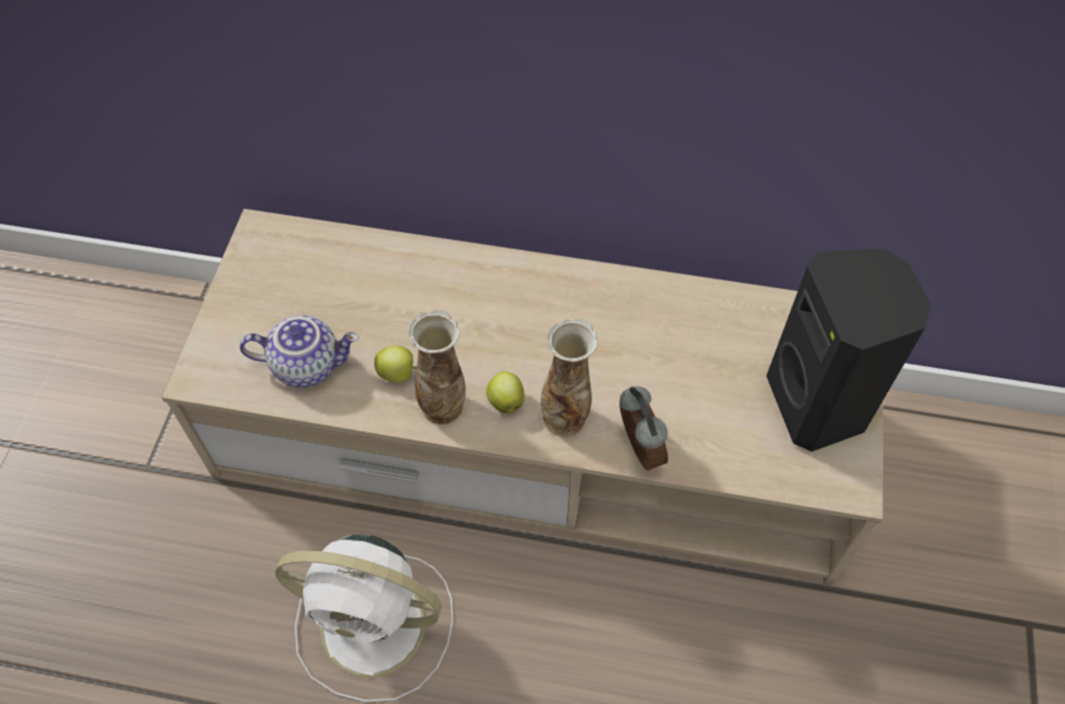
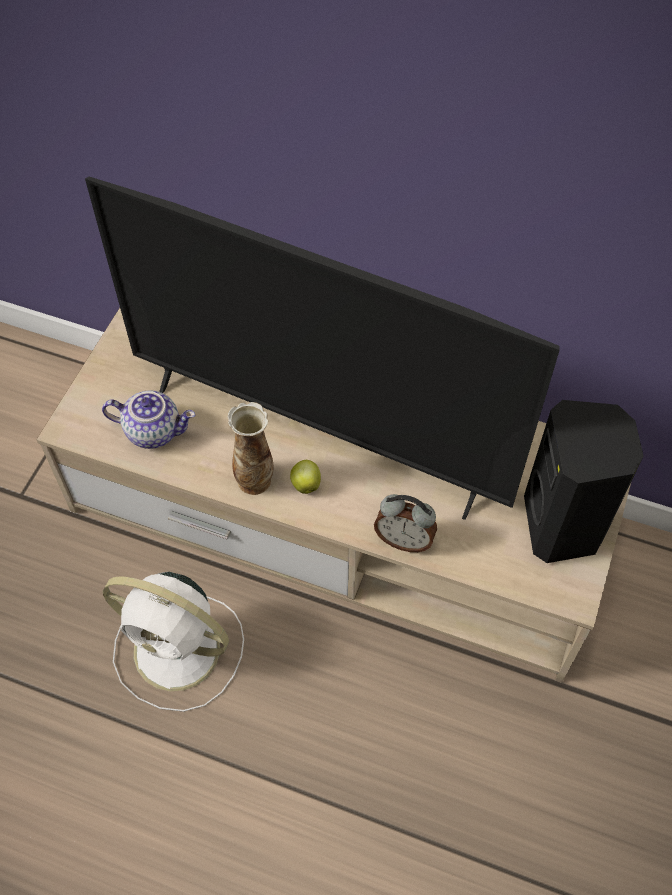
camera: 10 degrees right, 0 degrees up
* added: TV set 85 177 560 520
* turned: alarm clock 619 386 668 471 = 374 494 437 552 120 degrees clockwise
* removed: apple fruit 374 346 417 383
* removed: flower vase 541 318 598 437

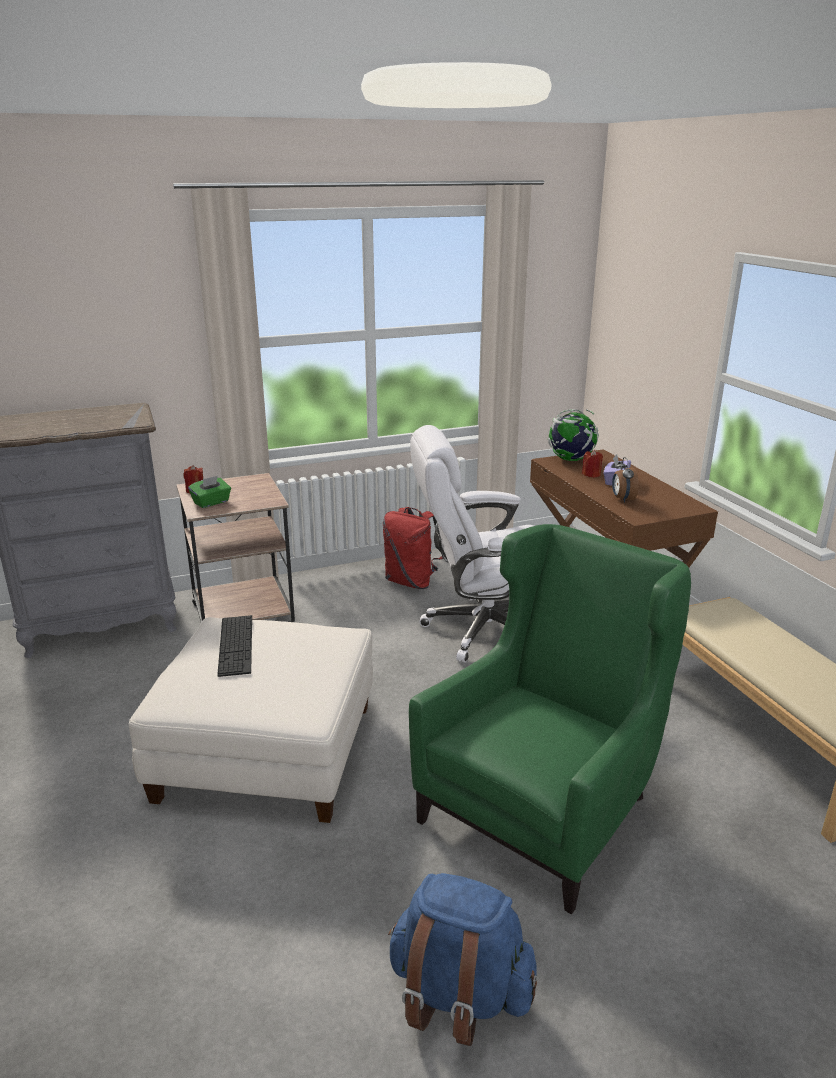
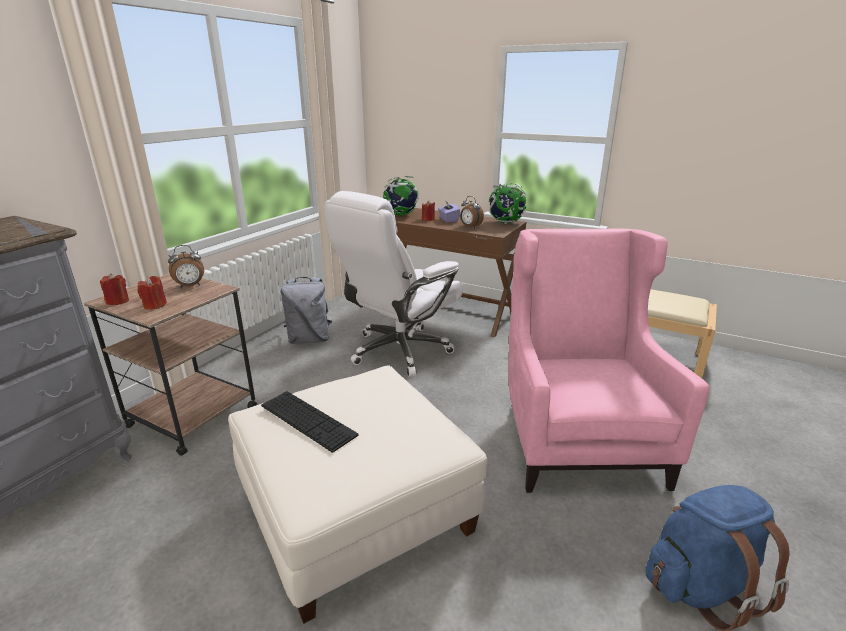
camera: 40 degrees left, 0 degrees up
* replaced: green-coloured tissue box 188 476 231 508 to red-coloured wax light 138 276 167 310
* added: alarm clock 168 245 204 288
* recoloured: red-coloured rucksack 383 507 444 589 to grey rucksack 281 277 332 344
* added: world globe 489 183 527 224
* recoloured: green-coloured armchair 409 524 691 914 to pink-coloured armchair 508 229 709 493

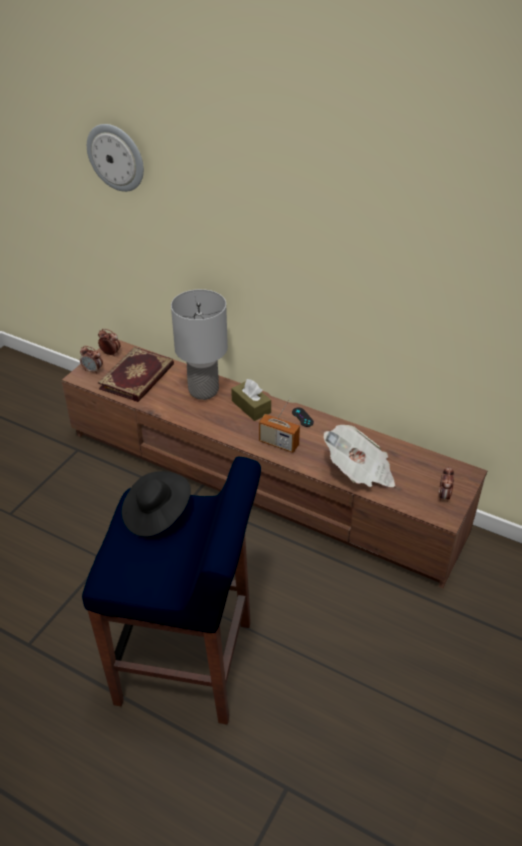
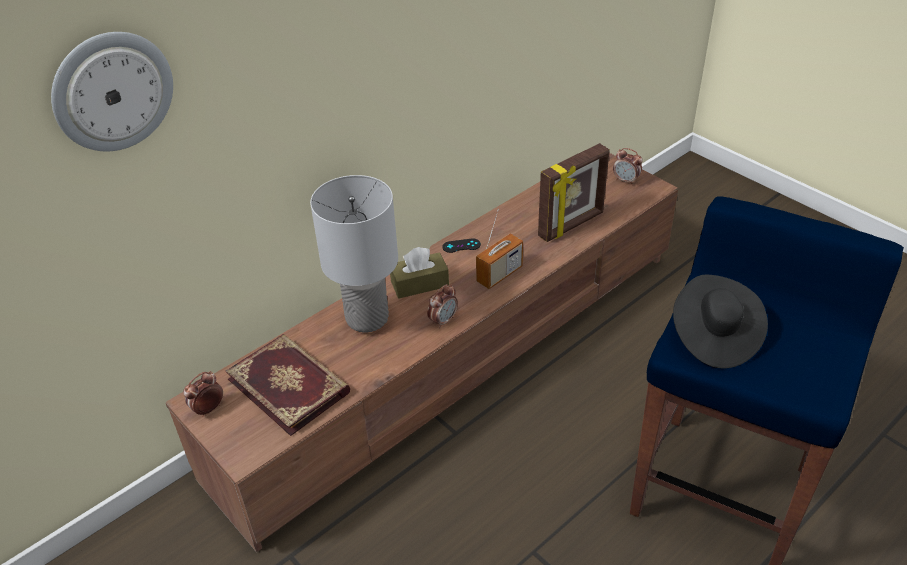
camera: 70 degrees left, 0 degrees up
* moved: alarm clock 80 346 103 374 to 427 284 458 329
* replaced: newspaper 324 425 395 487 to picture frame 538 143 610 242

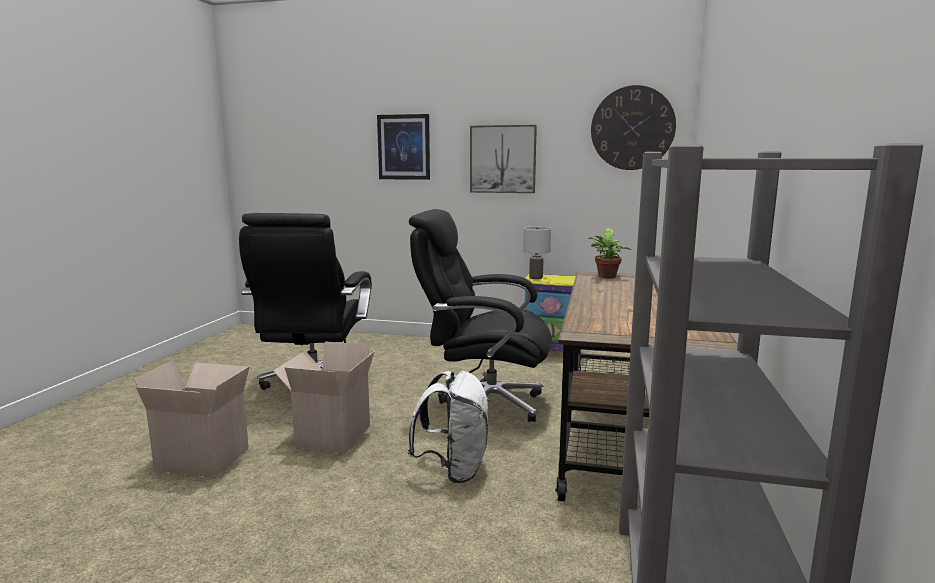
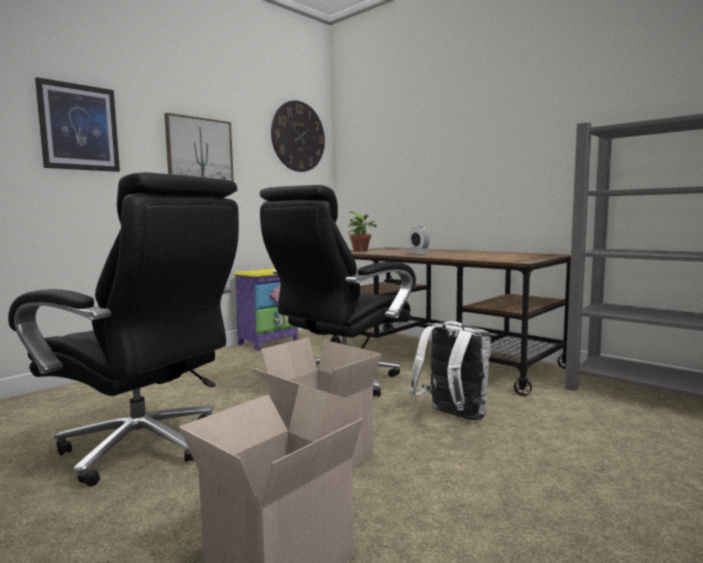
camera: 60 degrees left, 5 degrees down
* added: alarm clock 408 226 430 254
* removed: white-coloured tabletop lamp 523 227 551 279

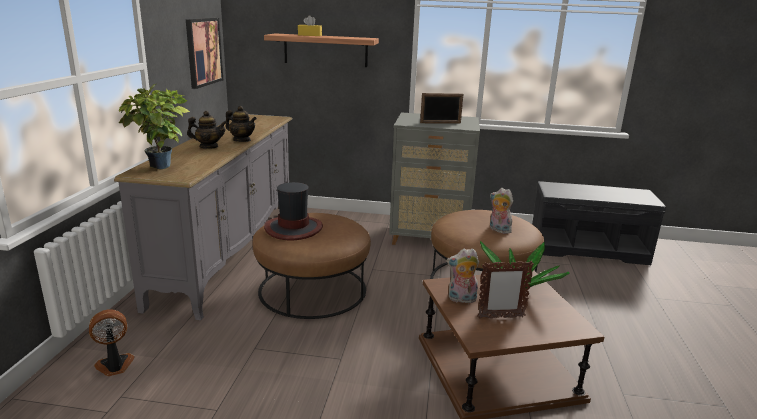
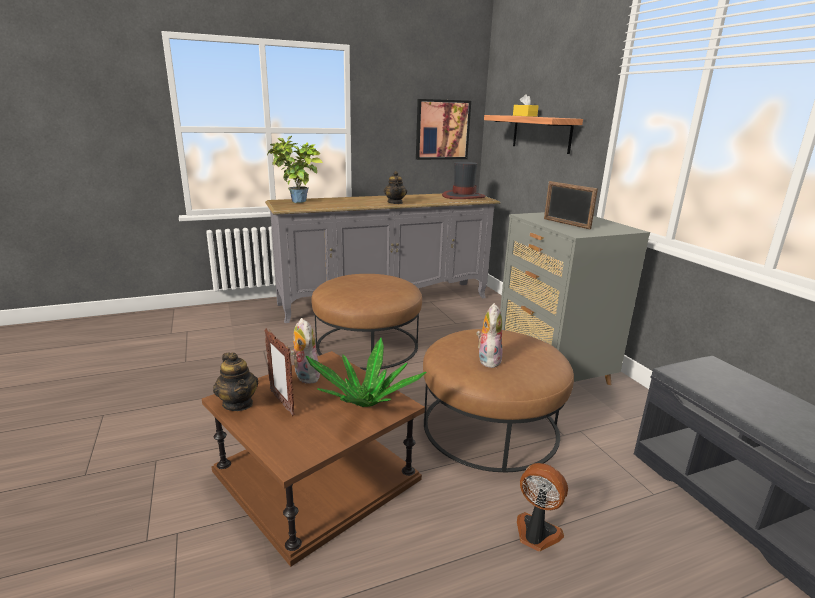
camera: 60 degrees right, 0 degrees up
* moved: pot for tea 187 111 227 149 to 213 352 258 411
* moved: clothing hat 264 182 323 240 to 442 162 485 199
* moved: fan 89 309 135 376 to 517 463 568 551

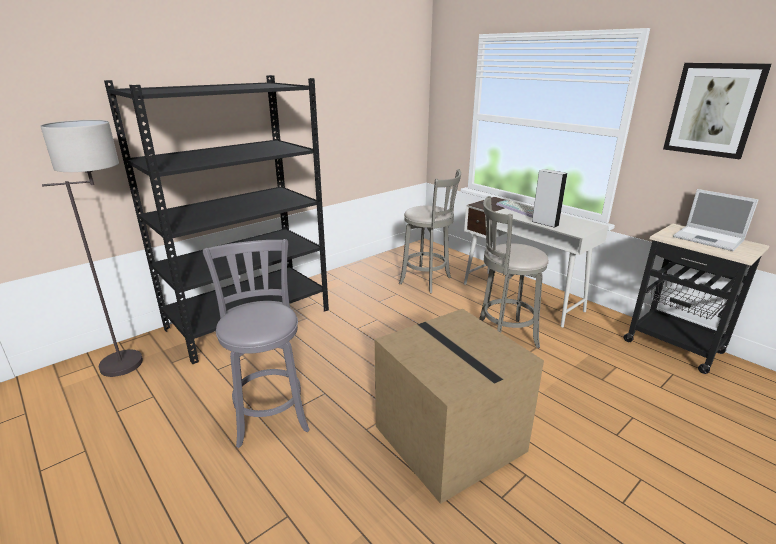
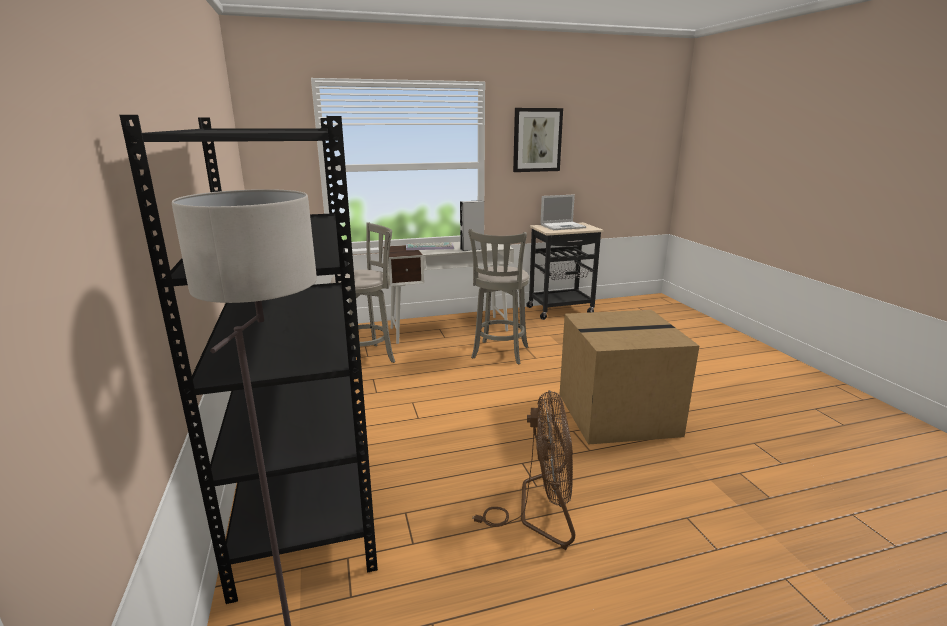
camera: 65 degrees left, 5 degrees down
* replaced: grey stool seat 203 239 310 448 to brownish fan 472 390 575 550

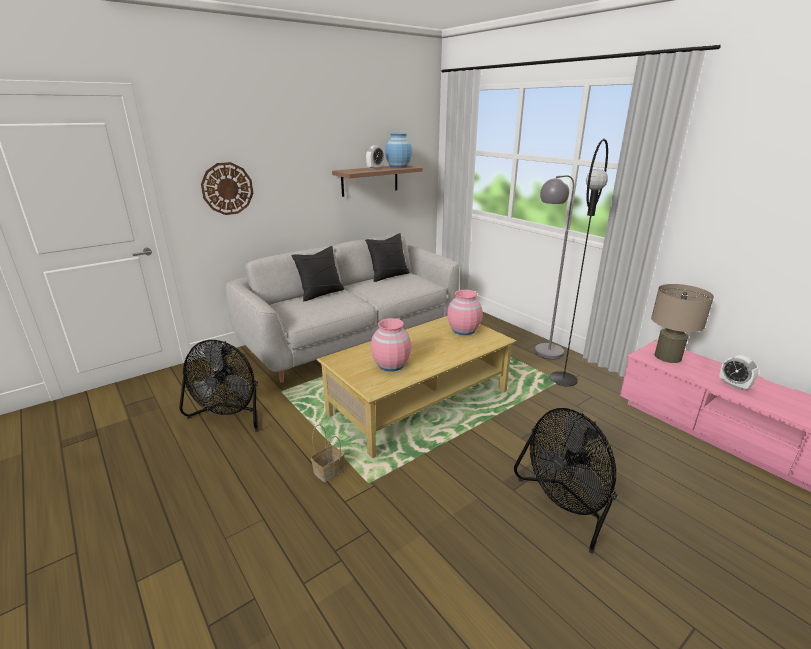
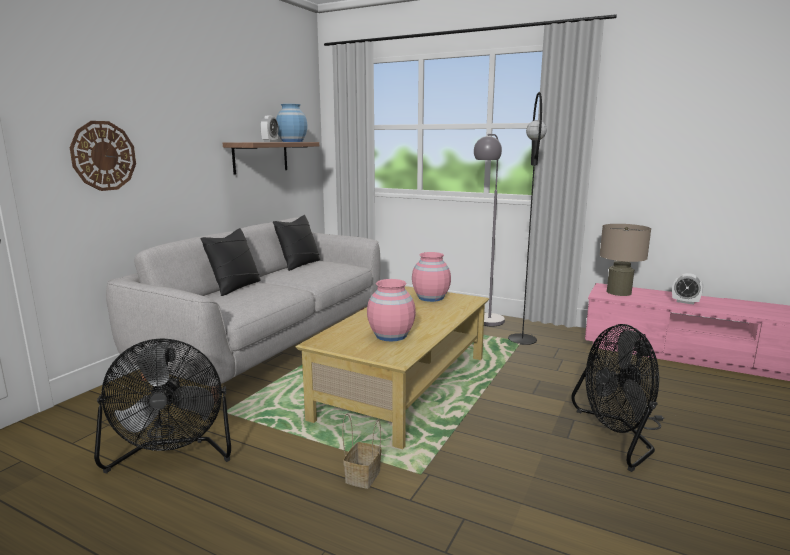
camera: 25 degrees left, 10 degrees down
* turned: black fan 514 408 618 554 = 572 324 665 472 45 degrees clockwise

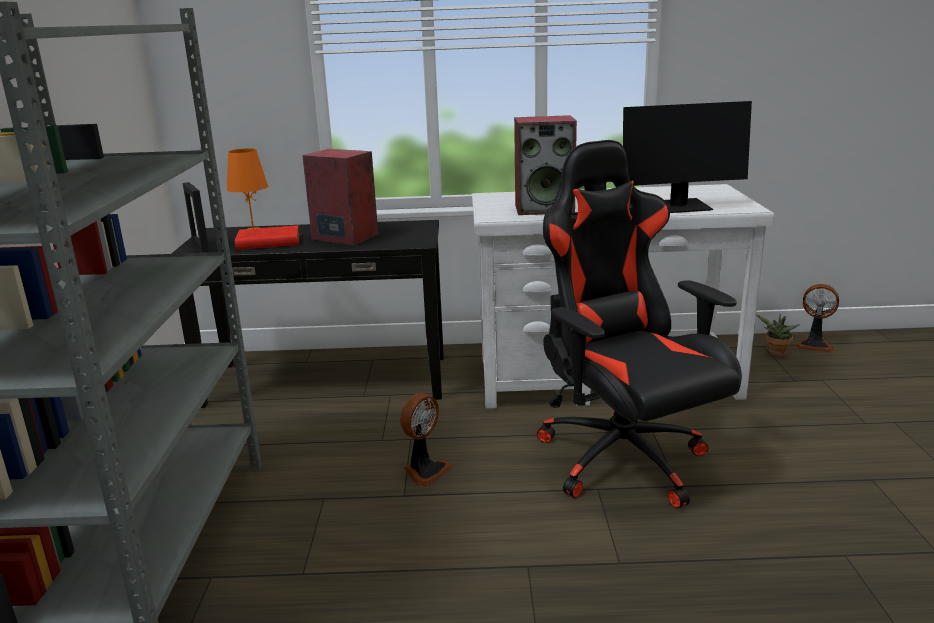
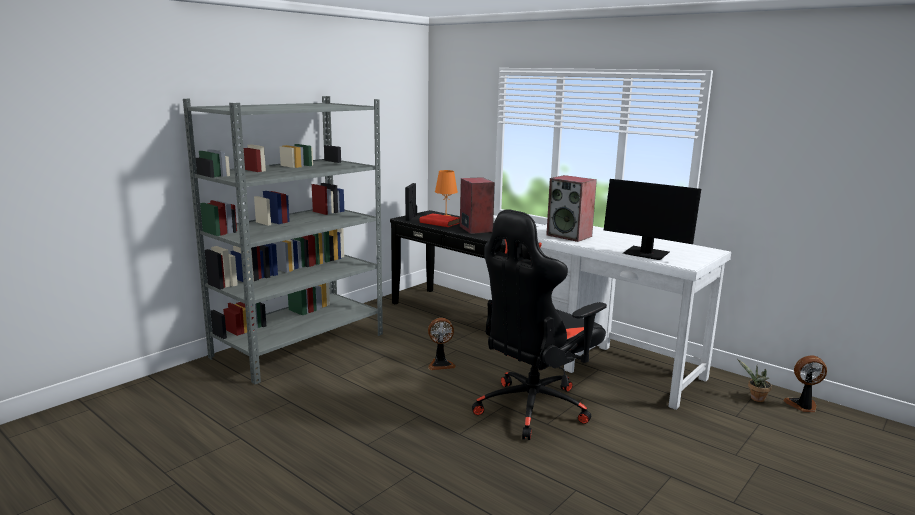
camera: 40 degrees right, 5 degrees down
* turned: black office chair 537 140 742 508 = 472 209 607 440 150 degrees counterclockwise
* turned: fan 795 284 839 352 = 783 356 827 412 120 degrees clockwise

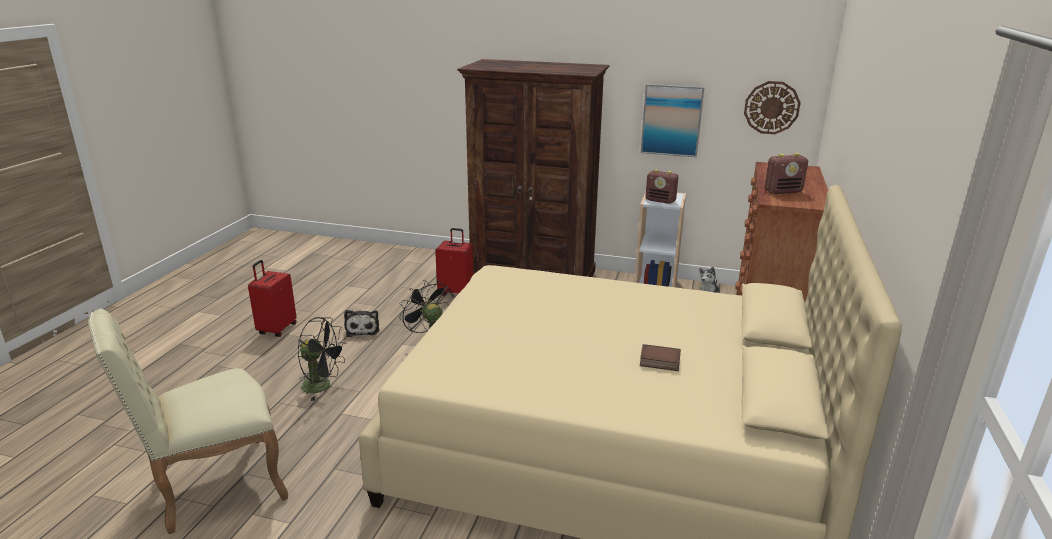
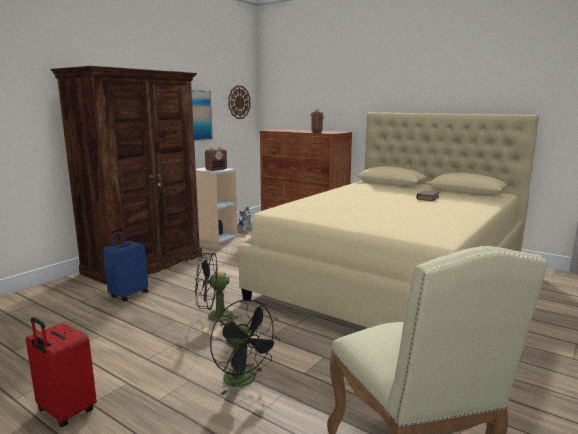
camera: 70 degrees left, 10 degrees down
* recoloured: red-coloured suitcase 435 228 473 296 to blue suitcase 103 229 148 301
* turned: black fan 298 317 346 401 = 210 299 280 395 105 degrees clockwise
* removed: soft toy 344 310 380 337

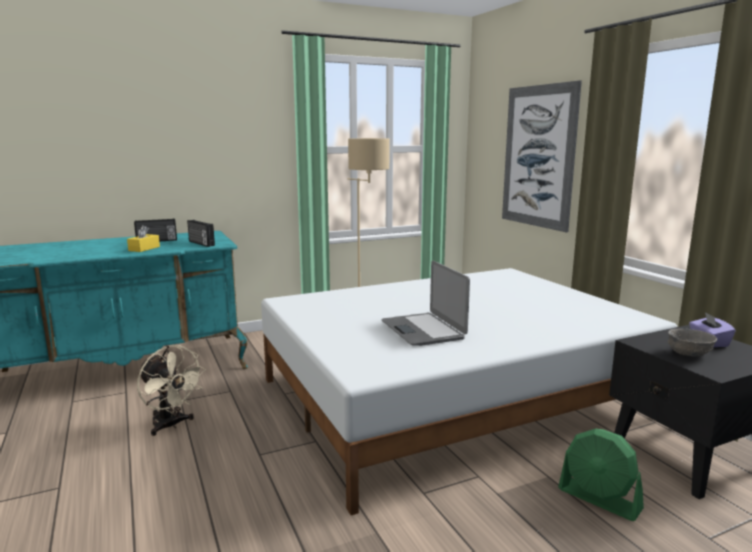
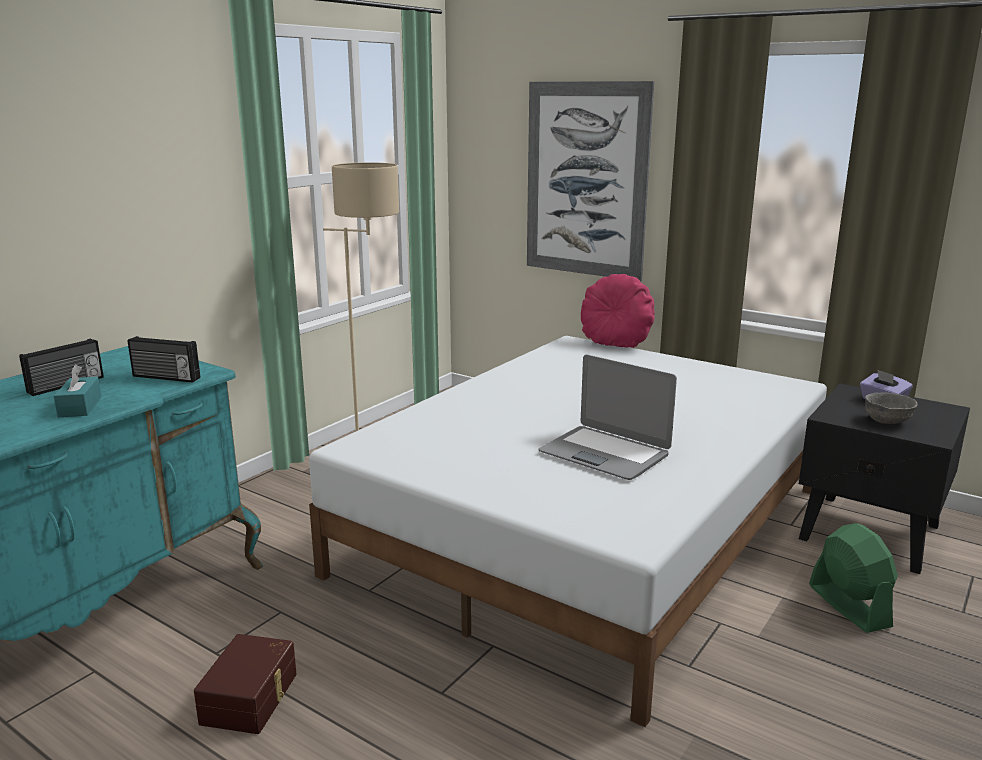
camera: 30 degrees left, 5 degrees up
* recoloured: yellow-coloured tissue box 127 225 160 252 to turquoise-coloured tissue box 54 365 101 417
* replaced: beige-coloured fan 137 345 206 436 to brownish storage bin 194 634 297 734
* added: pink-coloured throw pillow 581 274 655 348
* turned: green-coloured fan 558 429 644 521 = 809 523 898 633 120 degrees counterclockwise

